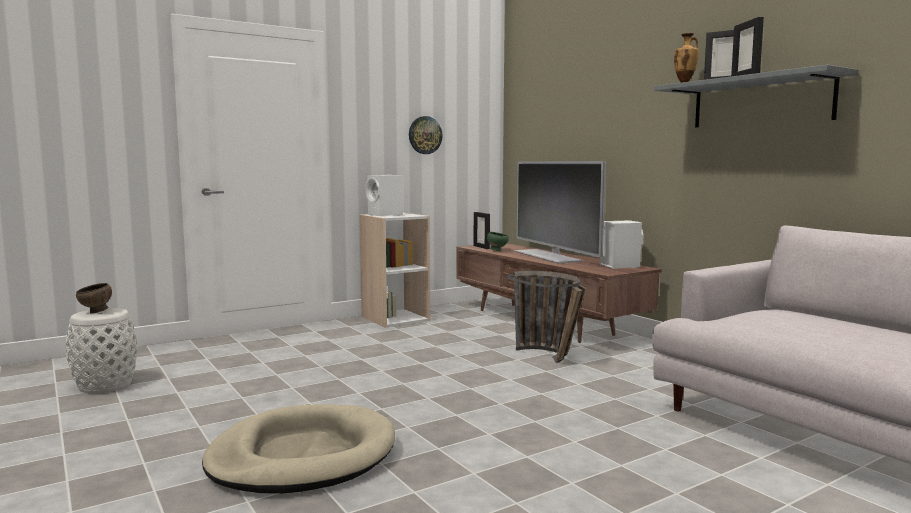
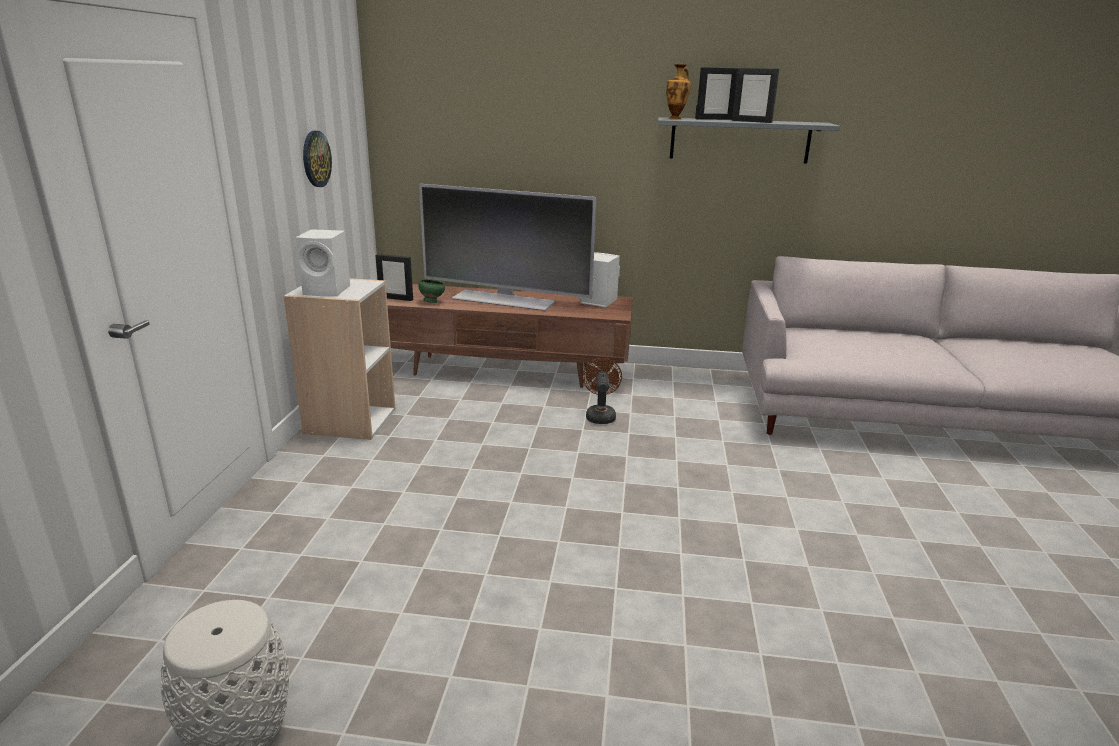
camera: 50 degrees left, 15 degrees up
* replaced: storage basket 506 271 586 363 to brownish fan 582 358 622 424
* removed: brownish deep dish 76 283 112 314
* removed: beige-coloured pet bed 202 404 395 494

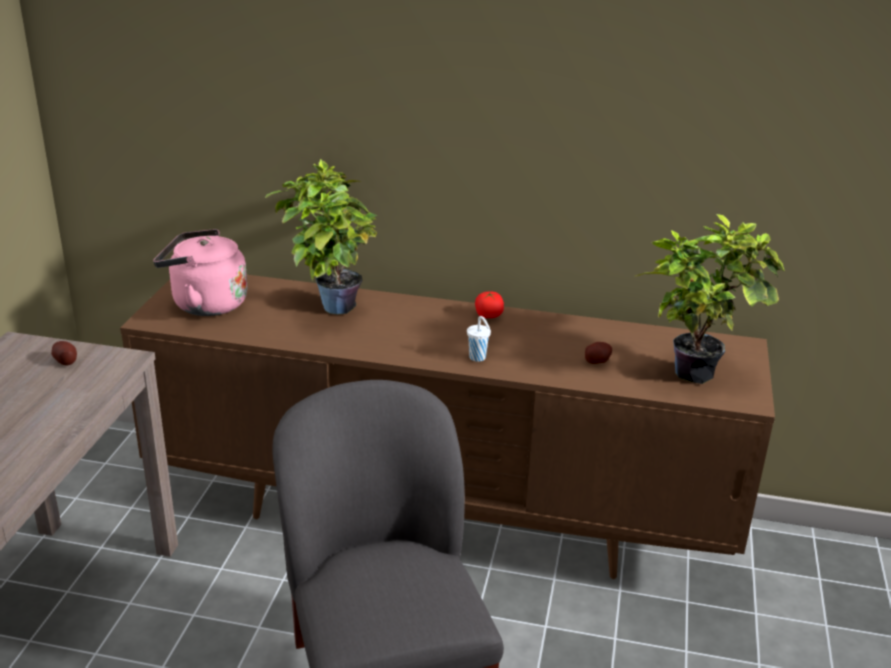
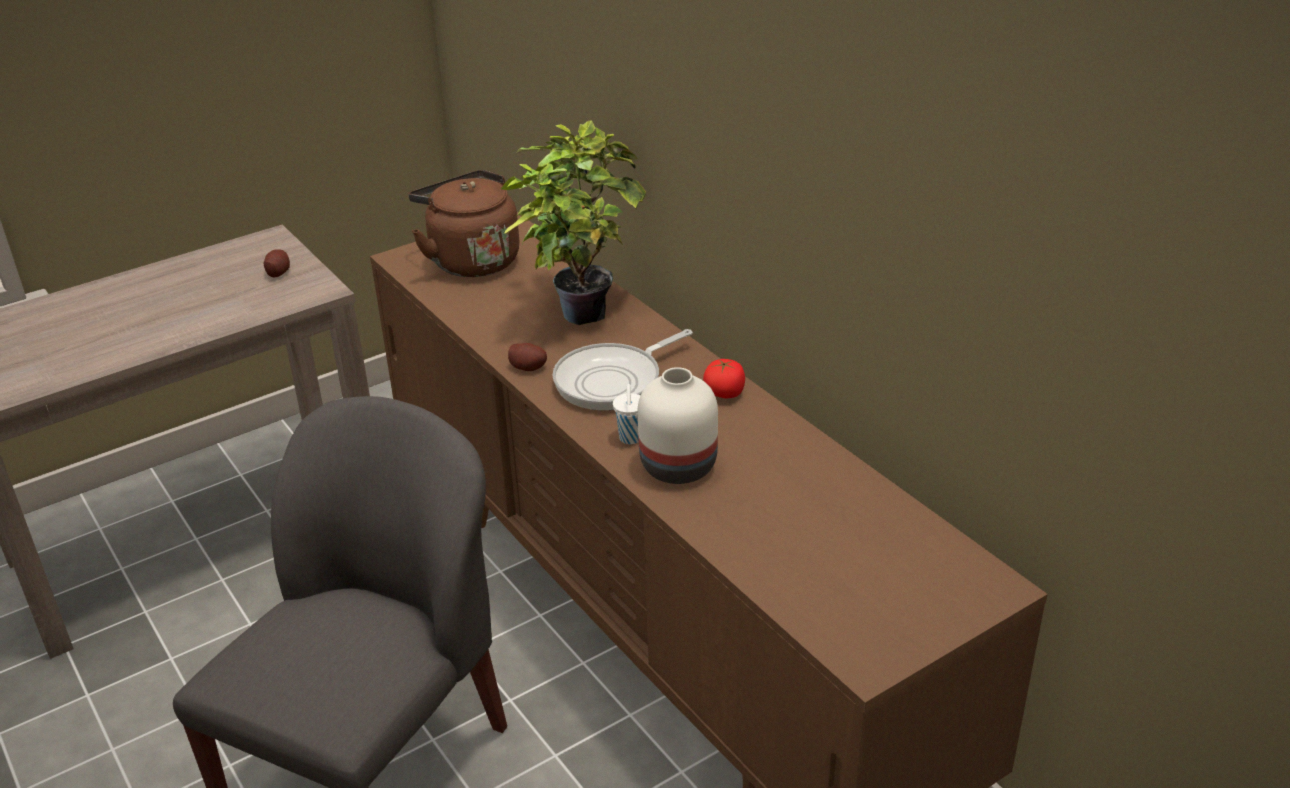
camera: 45 degrees right, 5 degrees up
* recoloured: pink-coloured tea kettle 153 229 248 316 to brownish tea kettle 408 170 520 277
* moved: spud 585 342 612 364 to 508 343 547 371
* added: pan 553 329 693 410
* added: white-coloured flower vase 638 367 718 484
* removed: houseplant 635 214 785 384

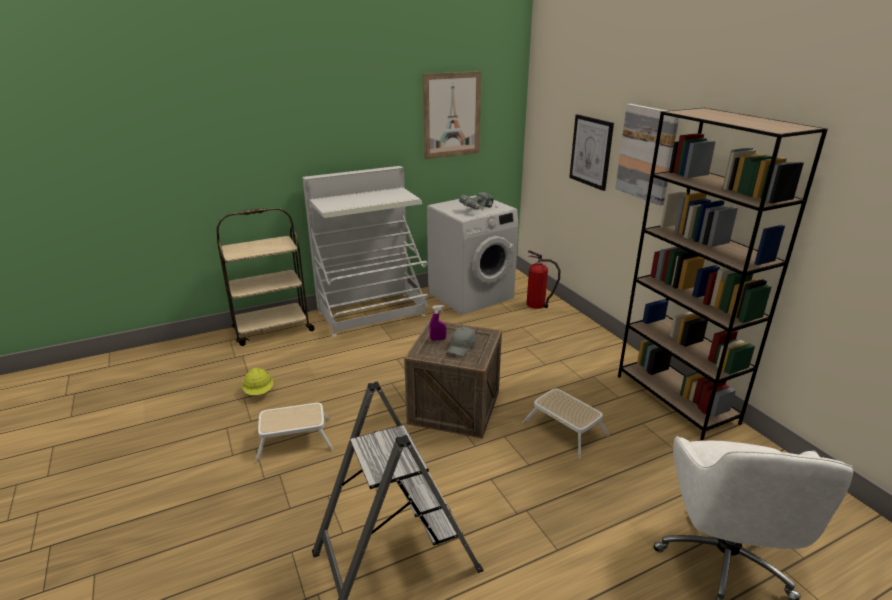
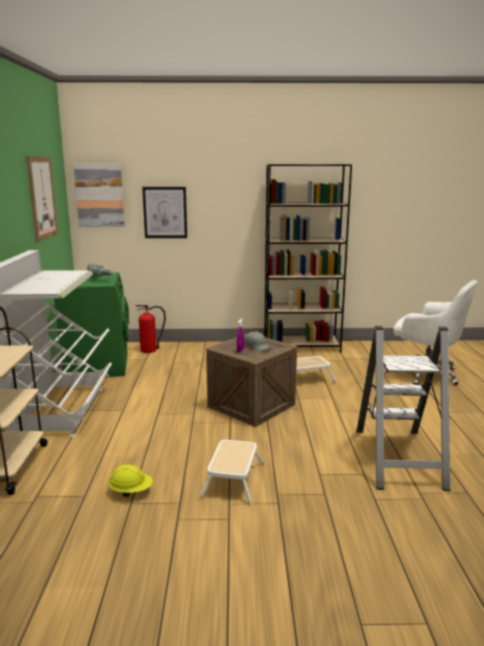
camera: 65 degrees left, 10 degrees down
* recoloured: white-coloured washing machine 427 195 518 315 to green-coloured washing machine 54 272 129 377
* moved: wall picture 615 104 679 205 to 73 164 125 227

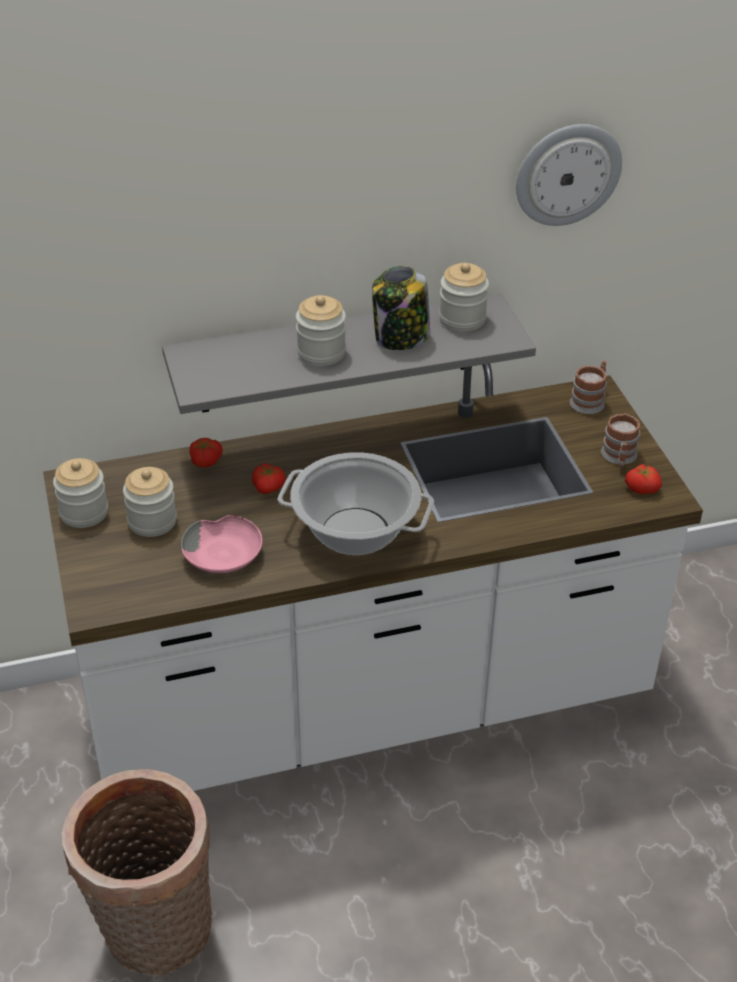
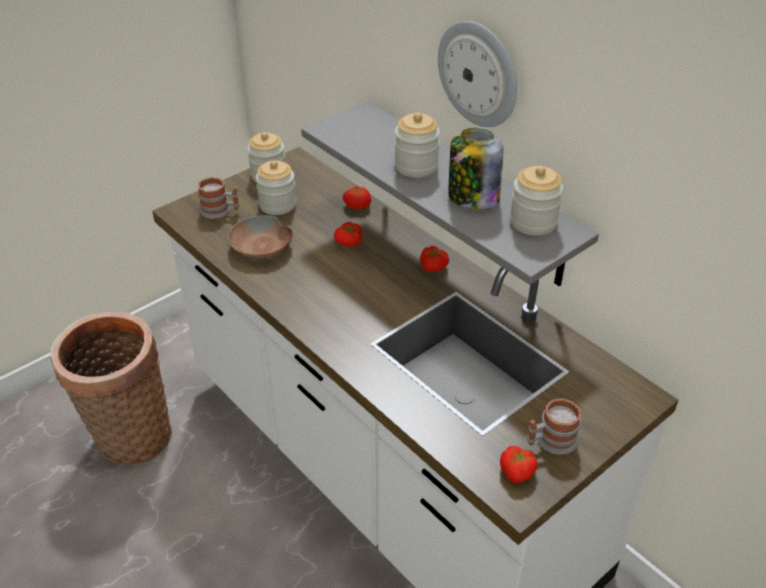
camera: 65 degrees right, 0 degrees up
* moved: mug 570 361 607 414 to 198 177 239 219
* recoloured: pink-coloured deep dish 181 515 263 573 to brownish deep dish 228 215 293 259
* added: tomato 420 246 449 272
* moved: clock on the wall 516 124 622 226 to 438 21 517 127
* removed: stockpot 278 452 434 555

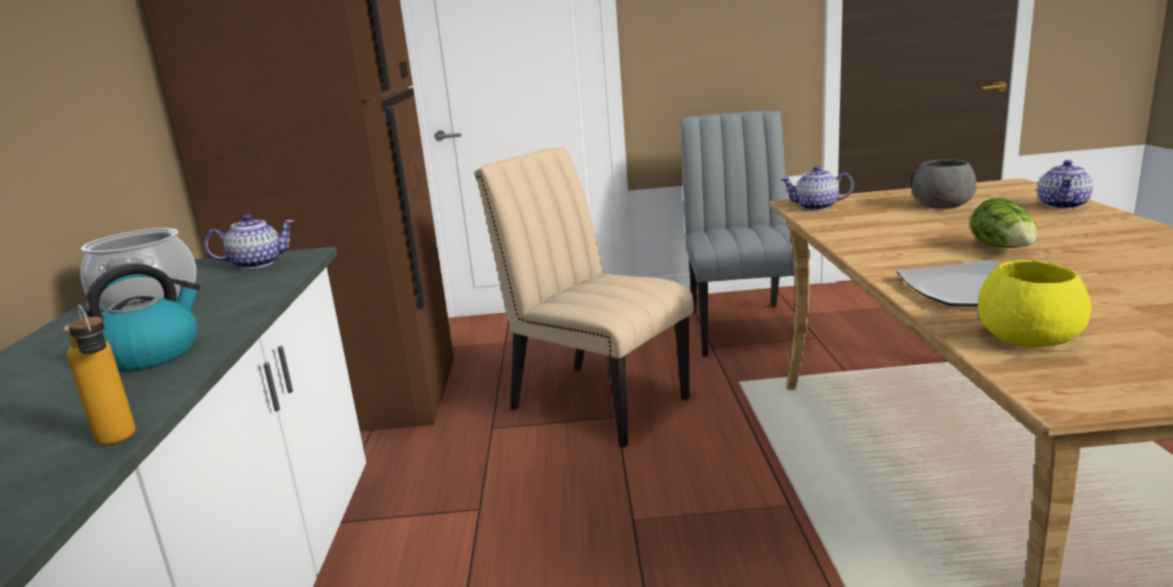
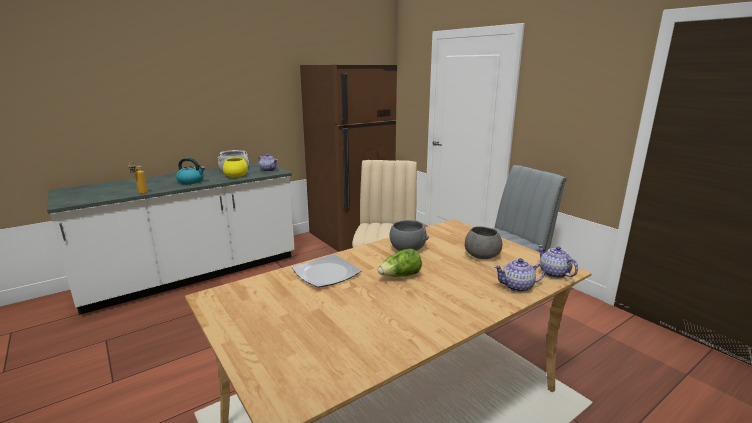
camera: 55 degrees right, 0 degrees up
* moved: yellow-coloured deep dish 978 260 1091 347 to 223 158 248 178
* added: grey deep dish 389 220 429 251
* moved: pot for tea 781 166 854 211 to 538 245 578 278

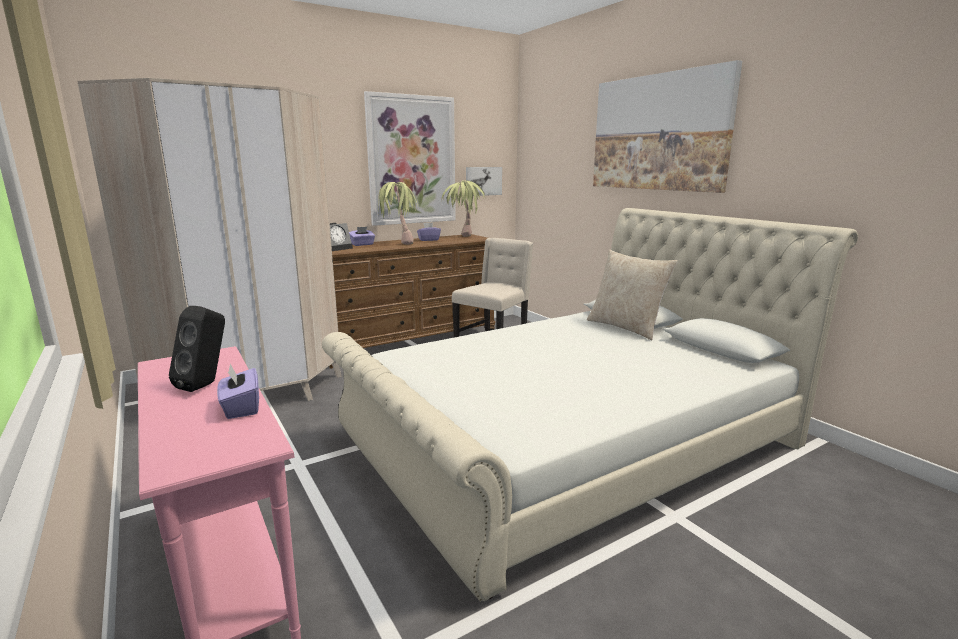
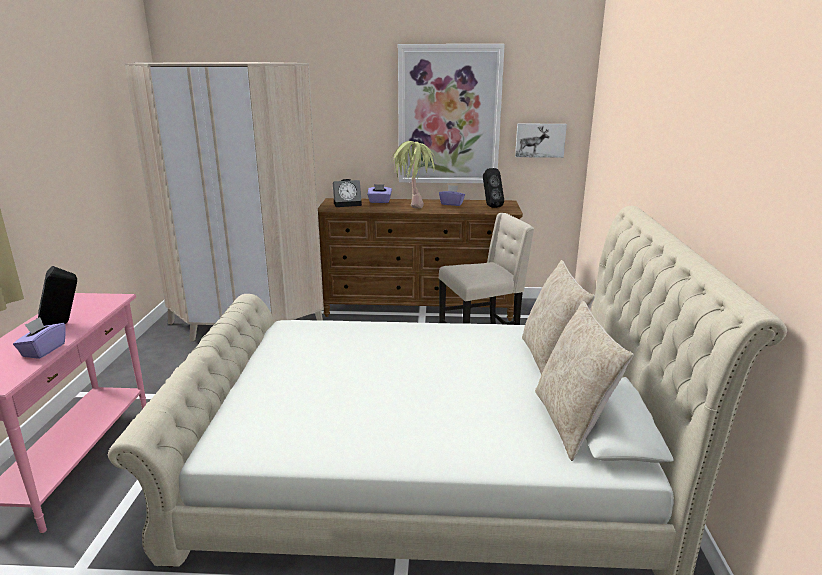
camera: 35 degrees right, 5 degrees up
* replaced: houseplant 442 181 485 237 to black audio speaker 483 168 504 208
* added: beige-coloured throw pillow 535 301 634 461
* removed: wall picture 593 60 742 193

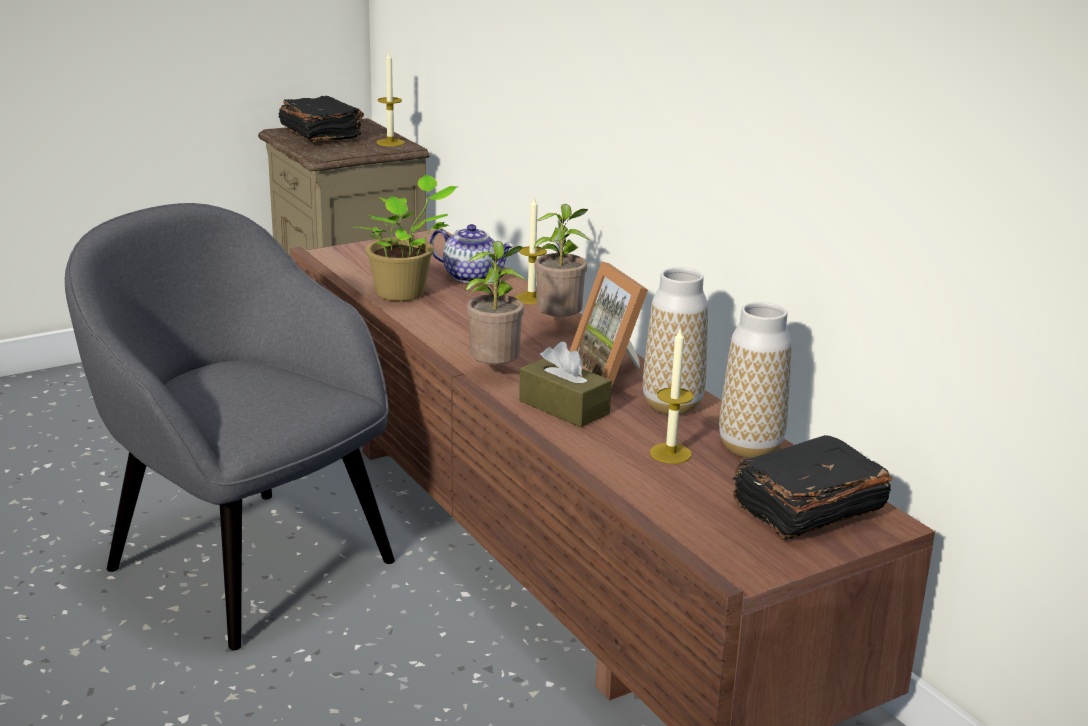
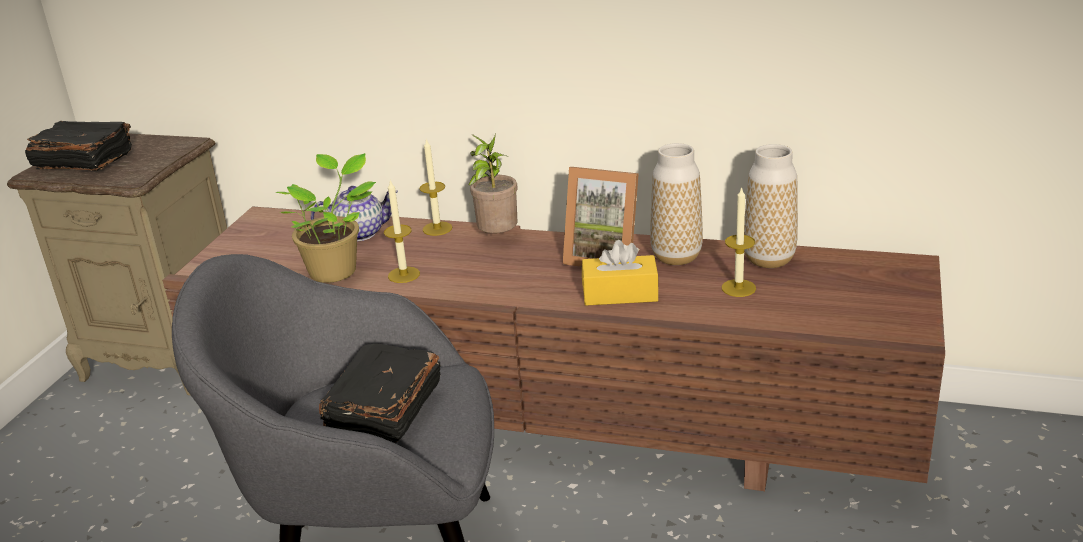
camera: 40 degrees left, 5 degrees up
* moved: black volume 733 435 893 540 to 319 344 441 444
* moved: wax light 377 52 405 146 to 384 179 420 283
* recoloured: brownish tissue box 519 342 612 427 to yellow-coloured tissue box 582 240 659 306
* removed: houseplant 465 241 527 364

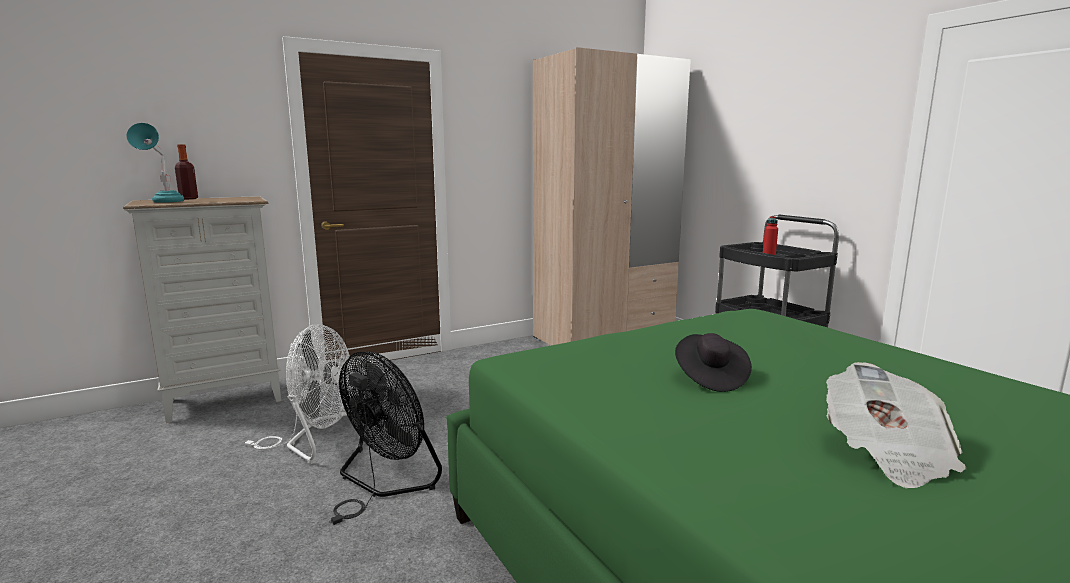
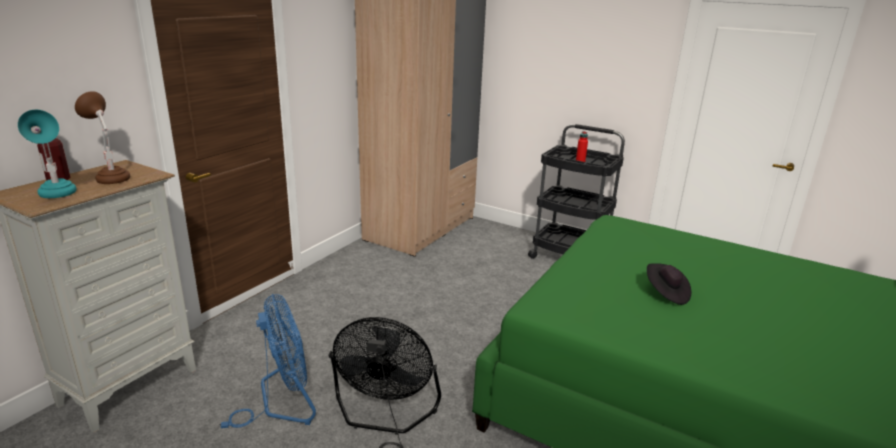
camera: 30 degrees left, 10 degrees up
* added: brownish tabletop lamp 75 91 130 184
* recoloured: white-coloured fan 244 324 365 465 to blue fan 219 294 316 428
* removed: newspaper 826 362 966 488

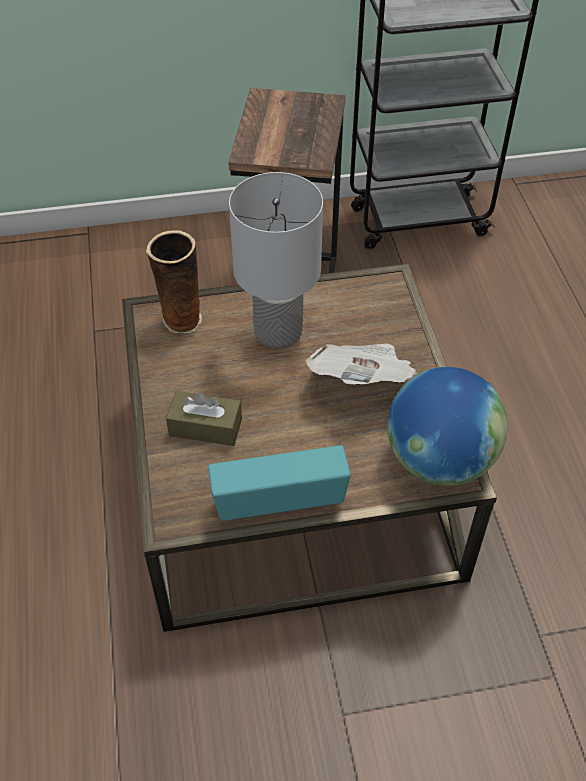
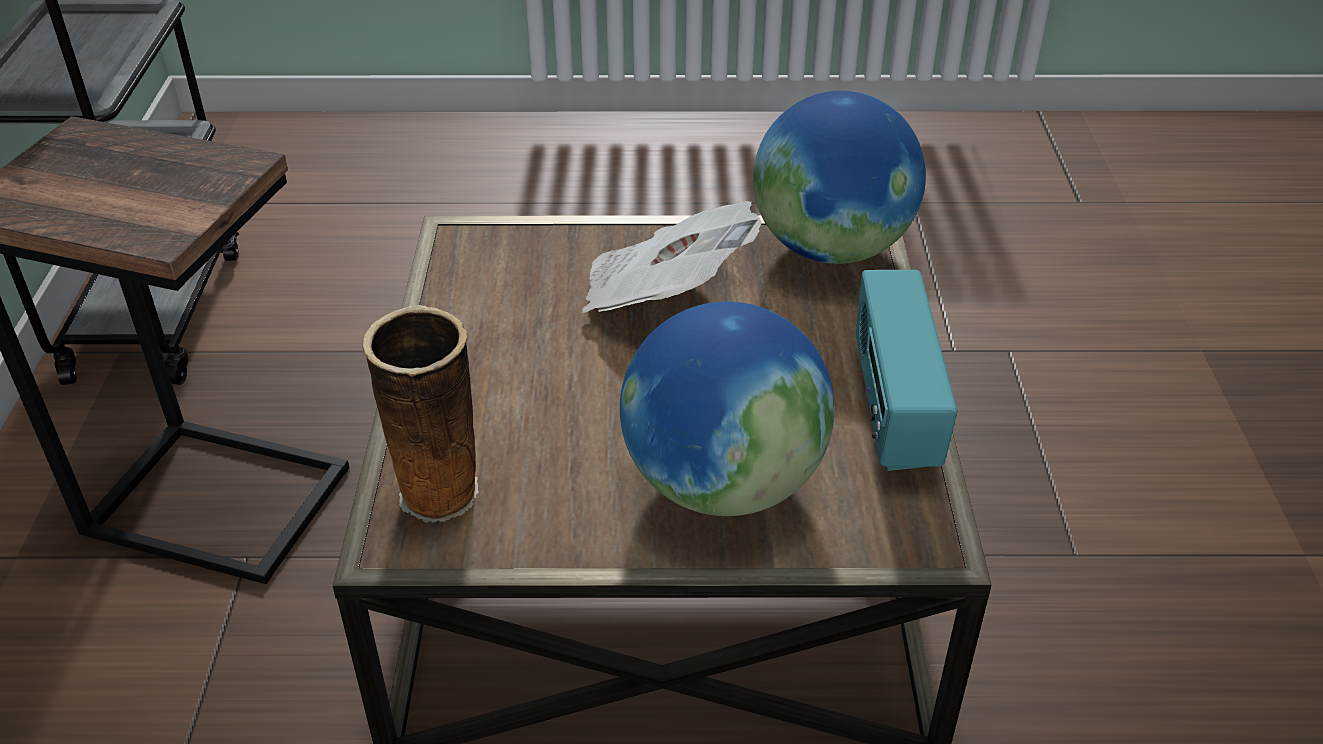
camera: 80 degrees left, 10 degrees down
* replaced: brownish tissue box 166 391 242 446 to world globe 620 301 835 516
* removed: grey tabletop lamp 229 172 323 349

